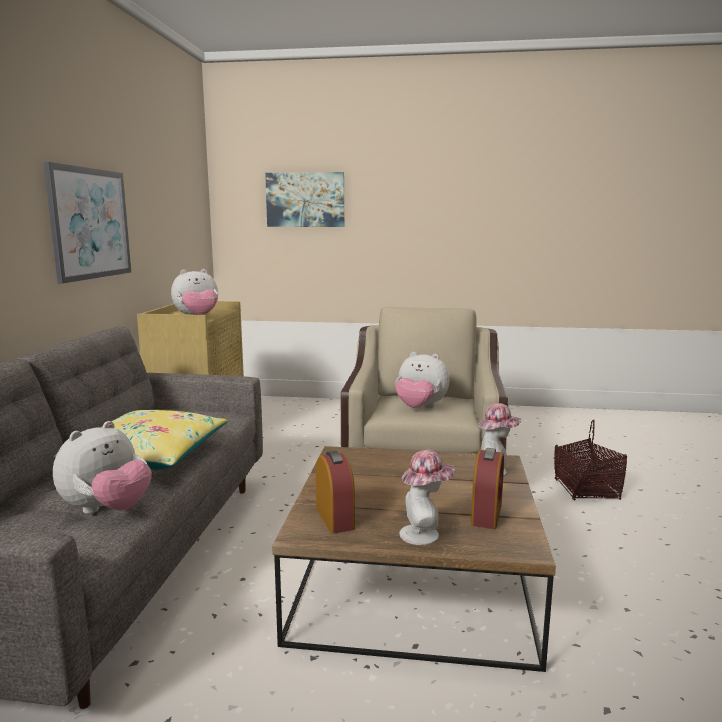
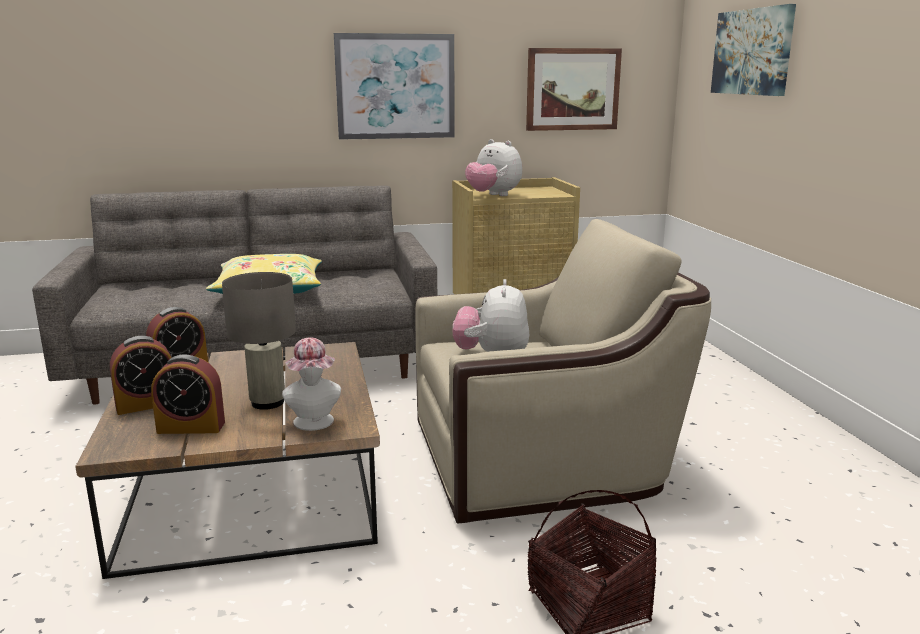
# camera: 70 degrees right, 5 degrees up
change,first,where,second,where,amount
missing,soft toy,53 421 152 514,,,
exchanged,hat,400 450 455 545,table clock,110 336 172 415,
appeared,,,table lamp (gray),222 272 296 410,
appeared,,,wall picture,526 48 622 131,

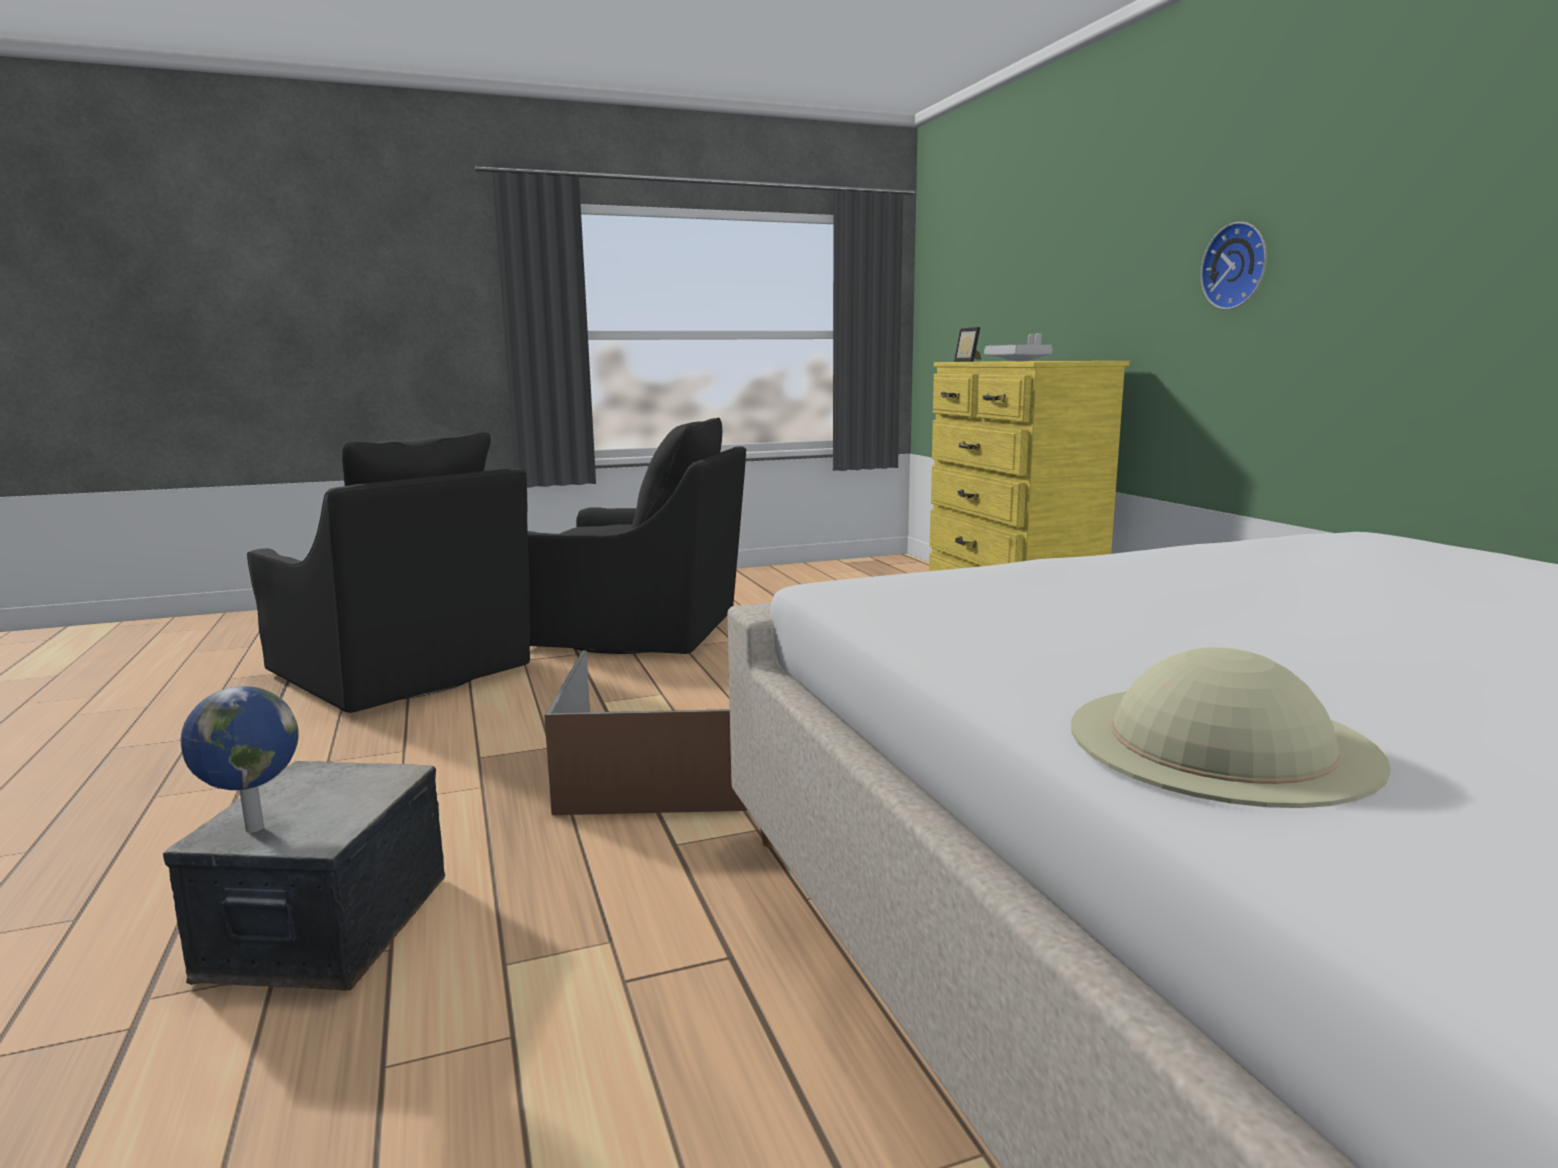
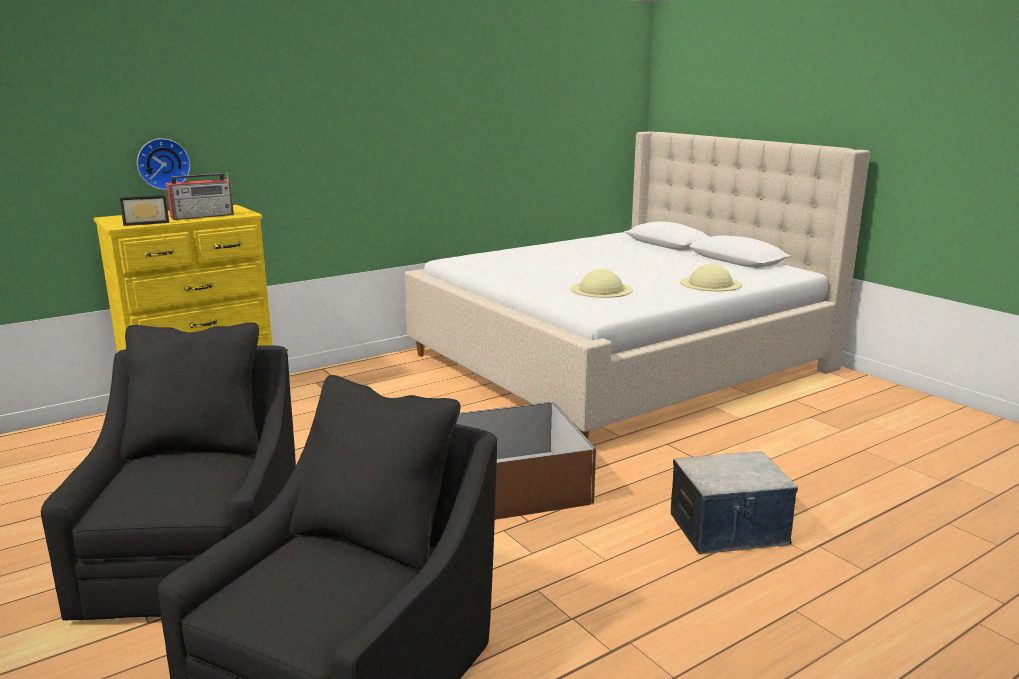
# camera: 105 degrees left, 5 degrees up
change,first,where,second,where,amount
missing,desk globe,181 686 299 833,,,
exchanged,serving tray (gray),984 333 1053 361,radio receiver,166 172 234 220,
relocated,hanging clock,1200 222 1267 310,,137 138 191 190,
appeared,,,hat (sand-coloured),570 269 633 298,

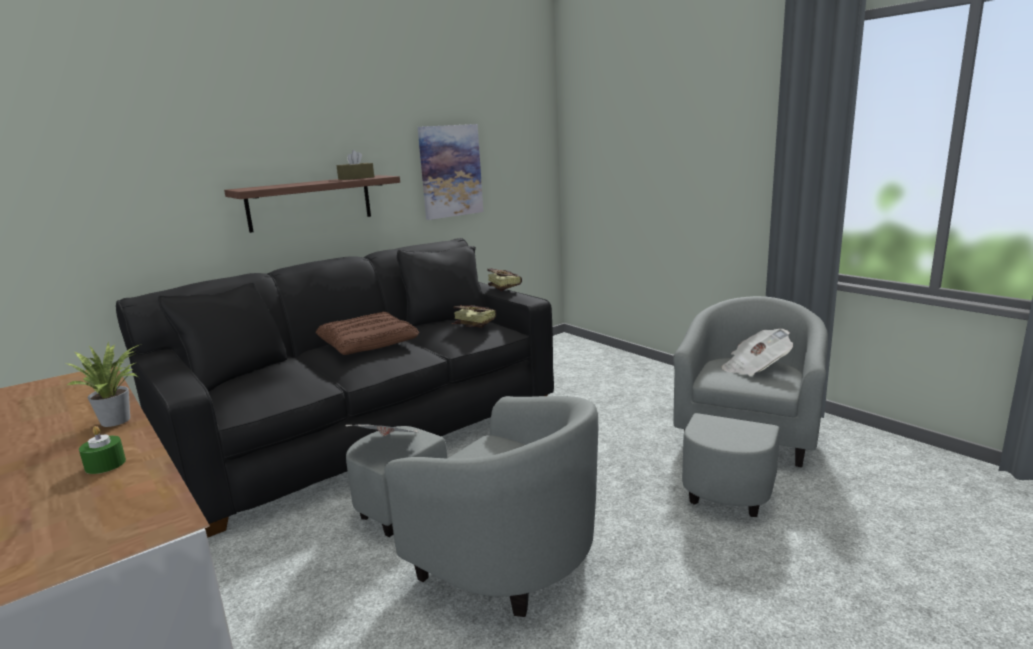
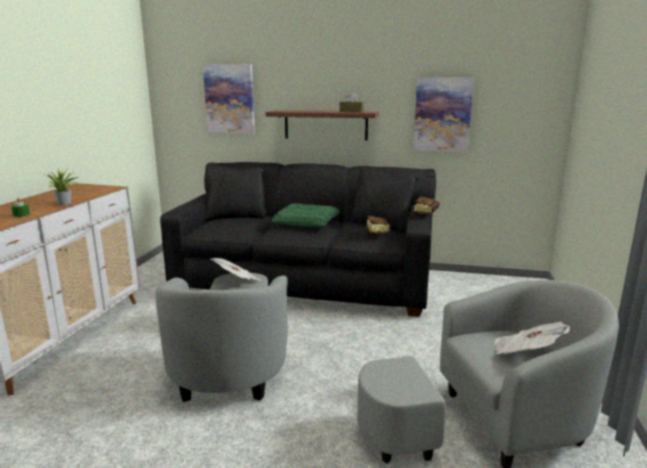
# camera: 50 degrees right, 0 degrees up
change,first,where,second,where,amount
colour,throw pillow (brown-coloured),316 312 419 355,throw pillow (green),272 203 340 228,
appeared,,,wall picture,203 64 255 134,

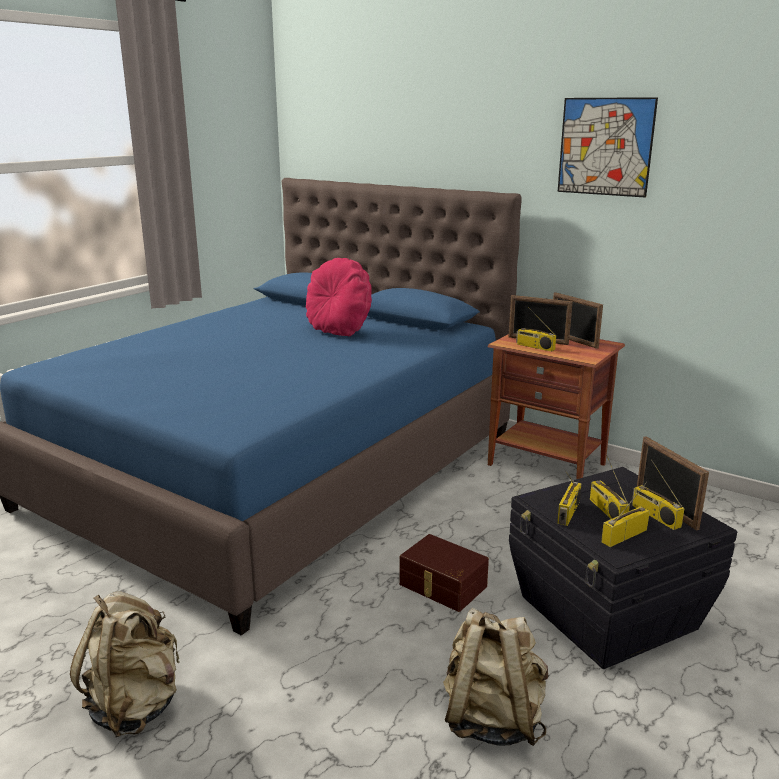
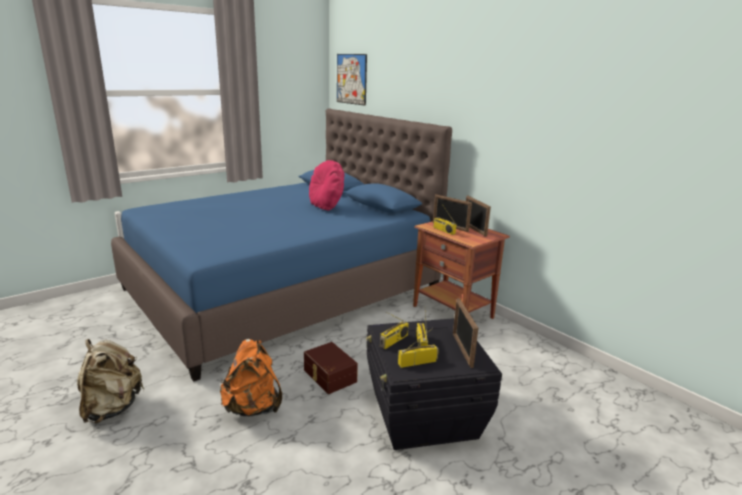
# camera: 15 degrees right, 0 degrees up
change,first,where,second,where,amount
missing,knapsack (sand-coloured),443 608 549 746,,,
relocated,wall picture,558 97 658 198,,337 54 367 106,
missing,radio receiver,632 460 685 530,,,
appeared,,,knapsack (orange),220 339 282 416,

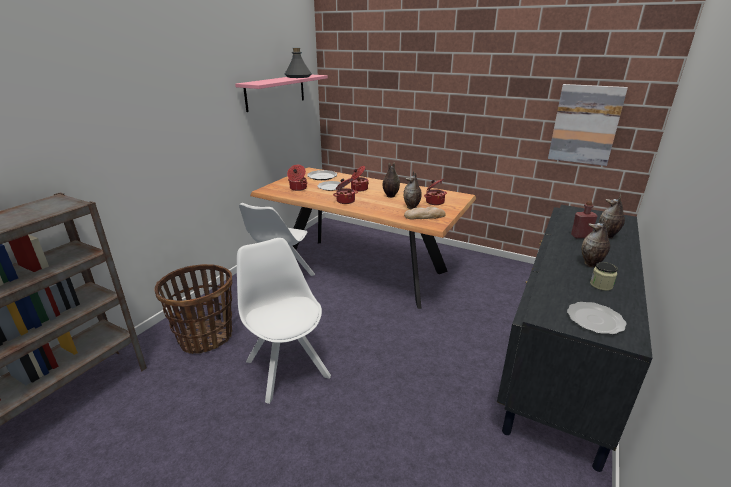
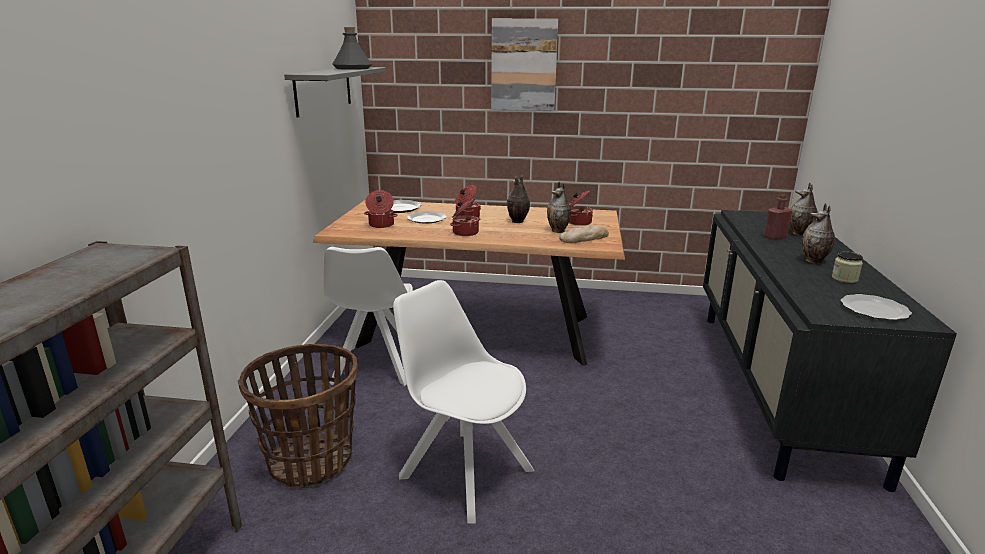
# camera: 20 degrees left, 5 degrees down
change,first,where,second,where,amount
colour,shelf (pink-coloured),235 75 328 112,shelf (gray),284 67 386 118,
relocated,wall picture,548 84 628 166,,491 19 558 111,

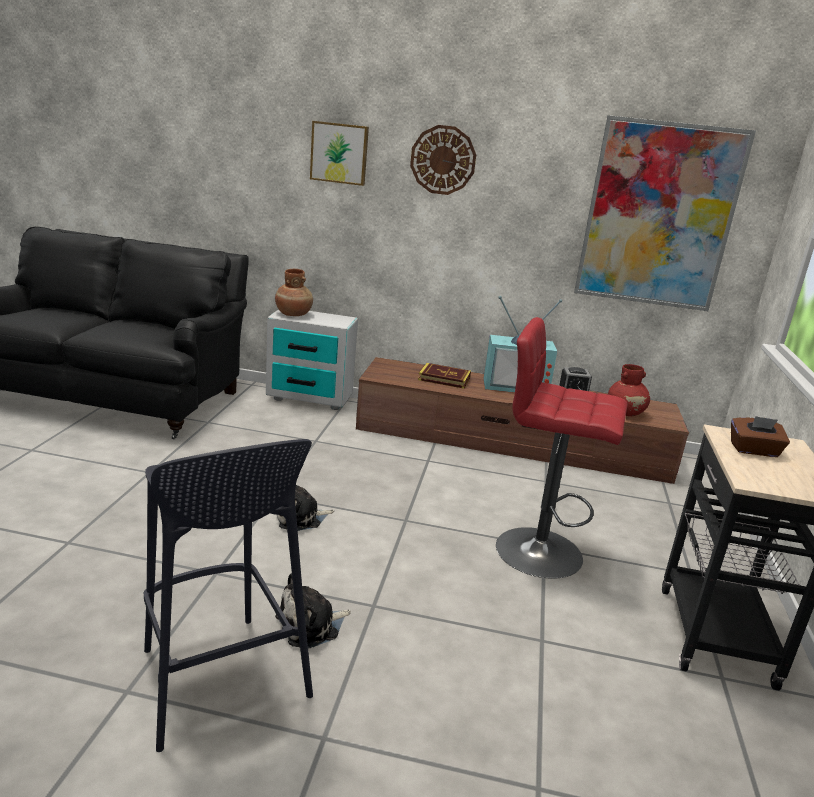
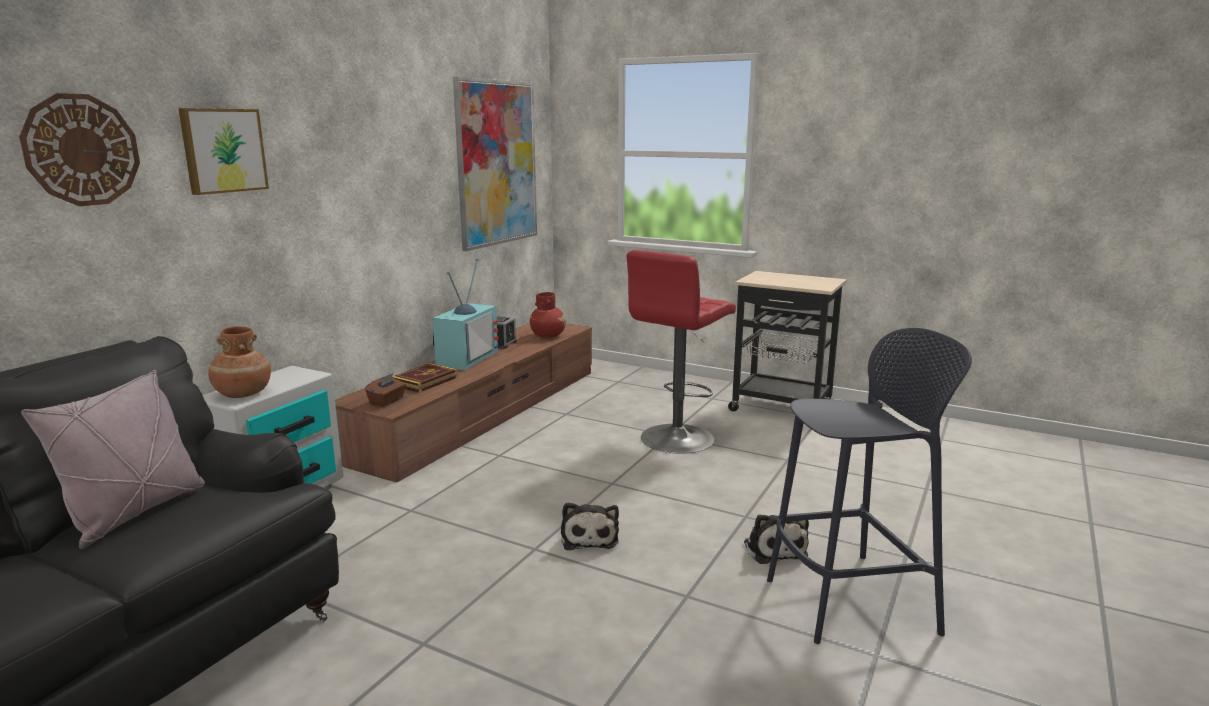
# camera: 70 degrees left, 5 degrees down
change,first,where,second,where,amount
relocated,hanging clock,410 125 476 195,,19 93 140 206,
relocated,tissue holder (brown-coloured),731 416 790 457,,365 373 406 406,
appeared,,,throw pillow (purplish),21 370 205 549,

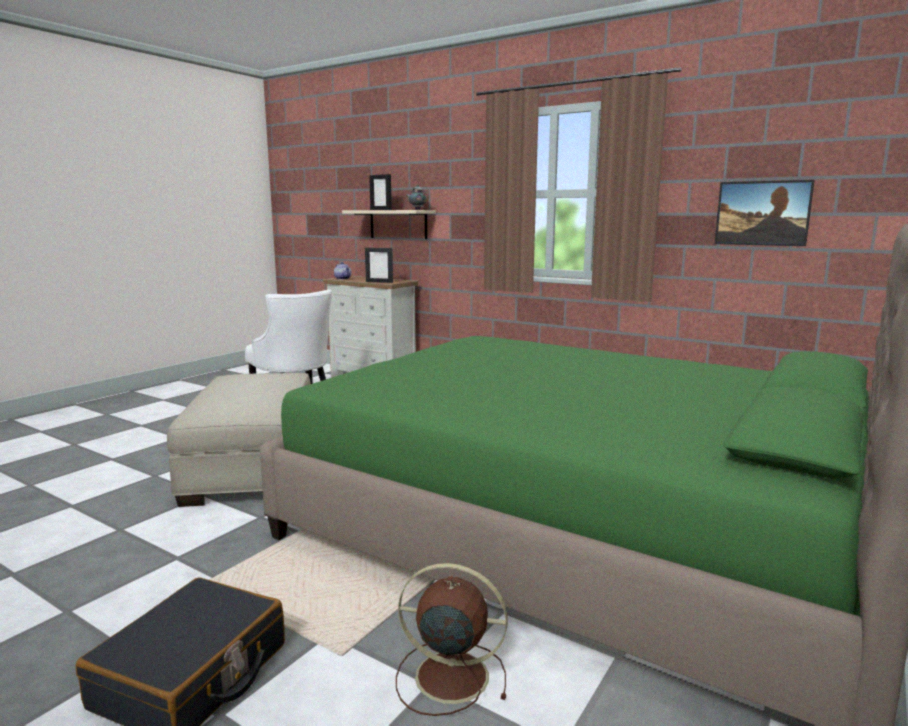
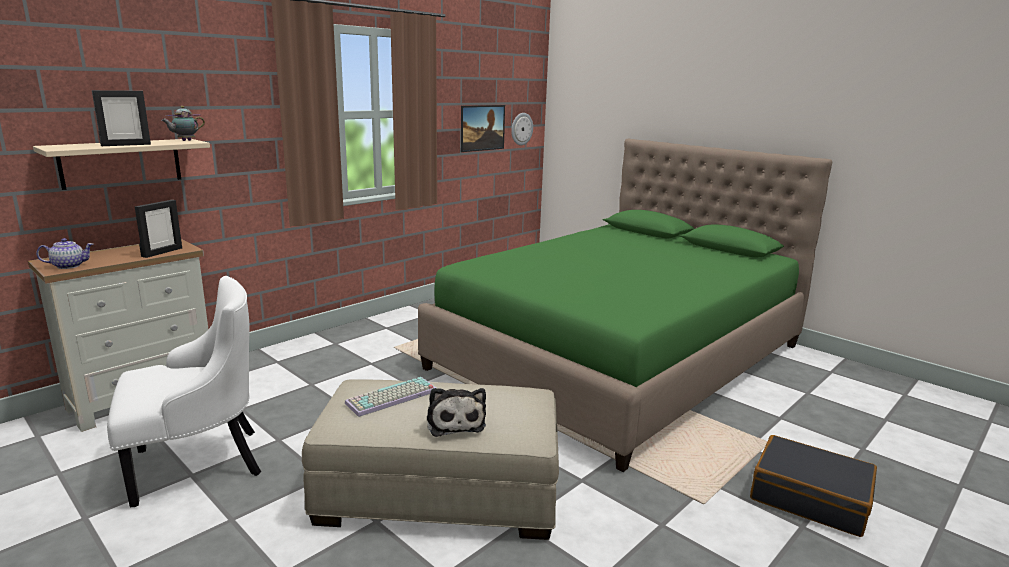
# camera: 80 degrees left, 5 degrees up
change,first,where,second,where,amount
missing,electric fan (brown-coloured),396 563 508 716,,,
appeared,,,computer keyboard,345 377 436 417,
appeared,,,soft toy,427 388 486 437,
appeared,,,hanging clock,511 113 533 145,

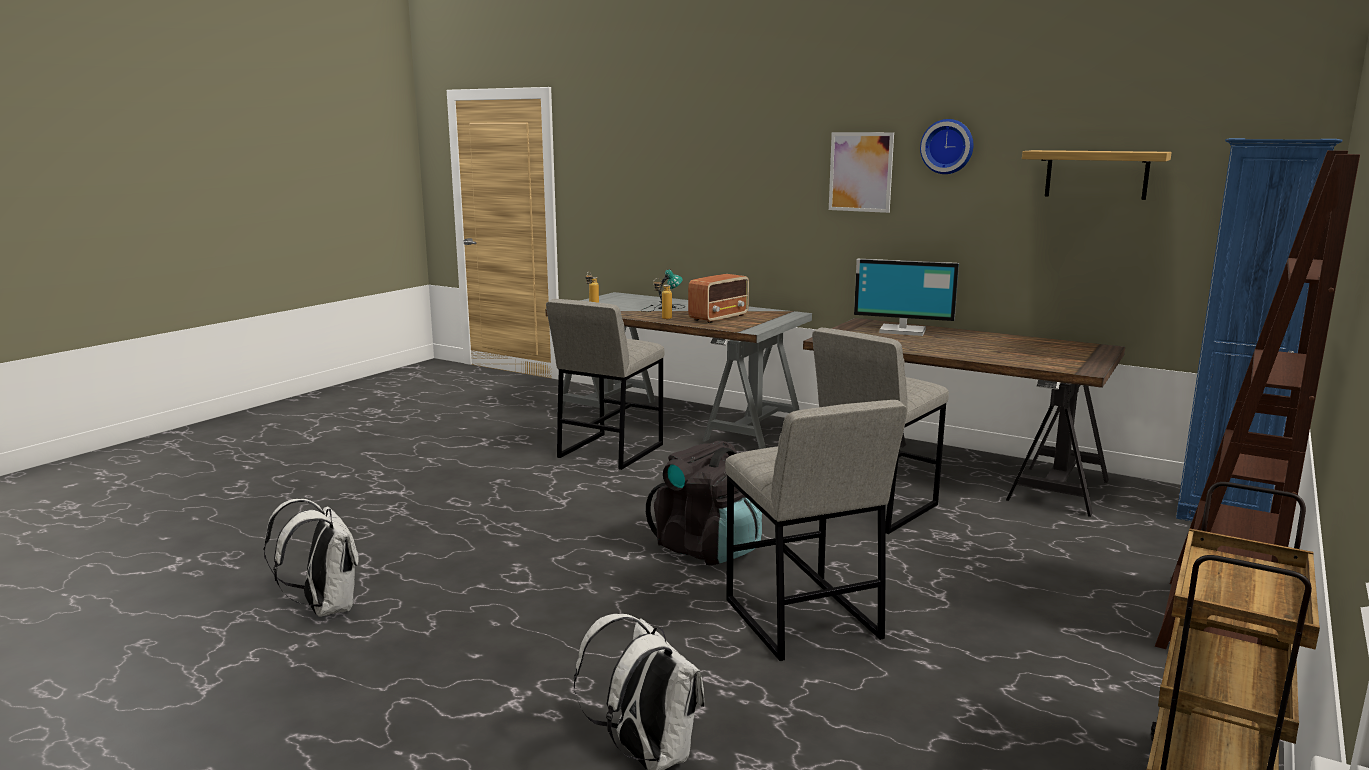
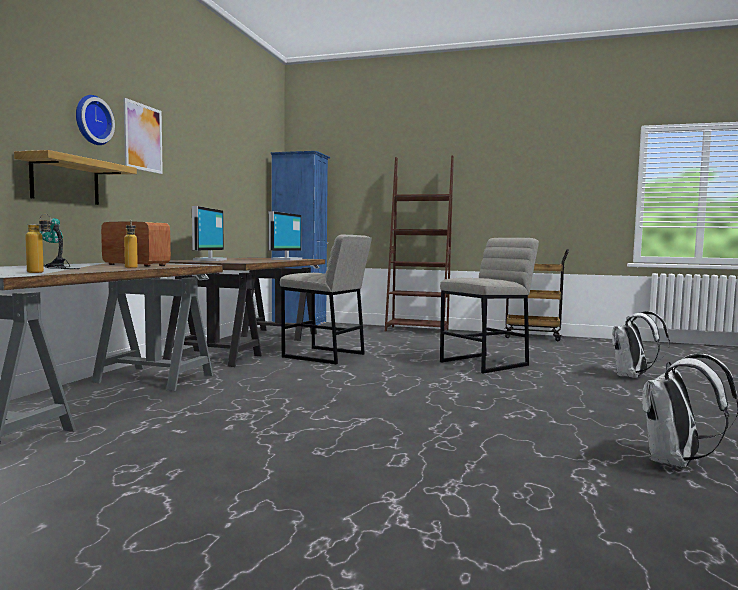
# camera: 105 degrees left, 10 degrees down
change,first,where,second,where,amount
missing,upright chair (gray),546 299 665 470,,,
missing,knapsack (black),646 441 762 566,,,
relocated,hanging clock,920 119 973 174,,76 95 115 145,
relocated,shelf,1022 150 1172 200,,14 150 137 205,
appeared,,,computer display,269 211 302 260,

